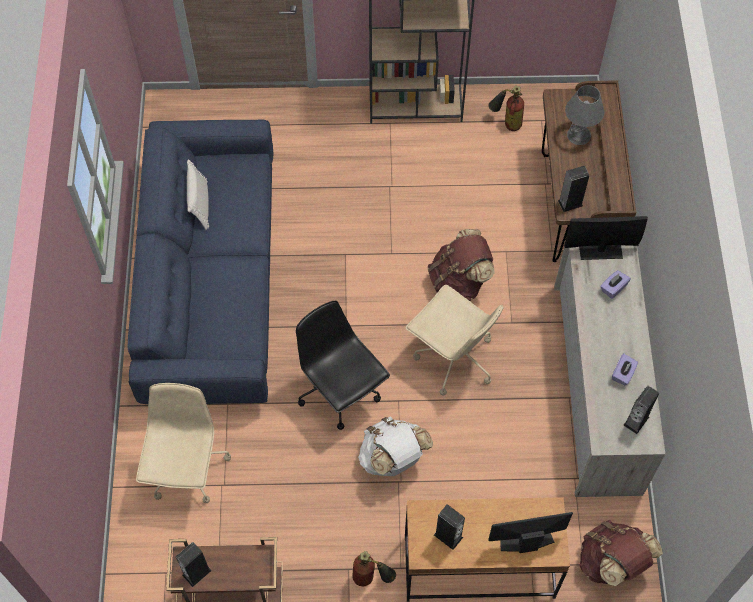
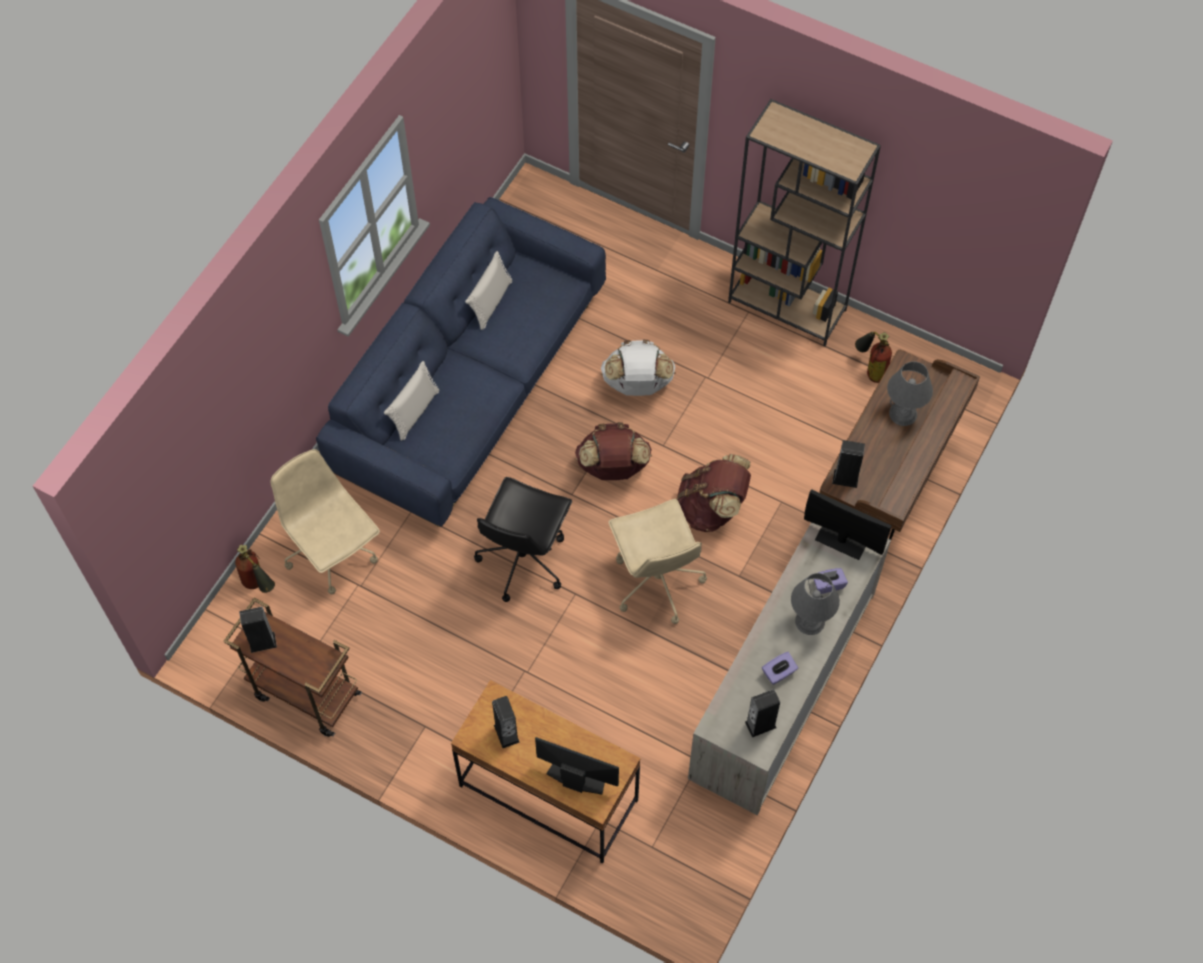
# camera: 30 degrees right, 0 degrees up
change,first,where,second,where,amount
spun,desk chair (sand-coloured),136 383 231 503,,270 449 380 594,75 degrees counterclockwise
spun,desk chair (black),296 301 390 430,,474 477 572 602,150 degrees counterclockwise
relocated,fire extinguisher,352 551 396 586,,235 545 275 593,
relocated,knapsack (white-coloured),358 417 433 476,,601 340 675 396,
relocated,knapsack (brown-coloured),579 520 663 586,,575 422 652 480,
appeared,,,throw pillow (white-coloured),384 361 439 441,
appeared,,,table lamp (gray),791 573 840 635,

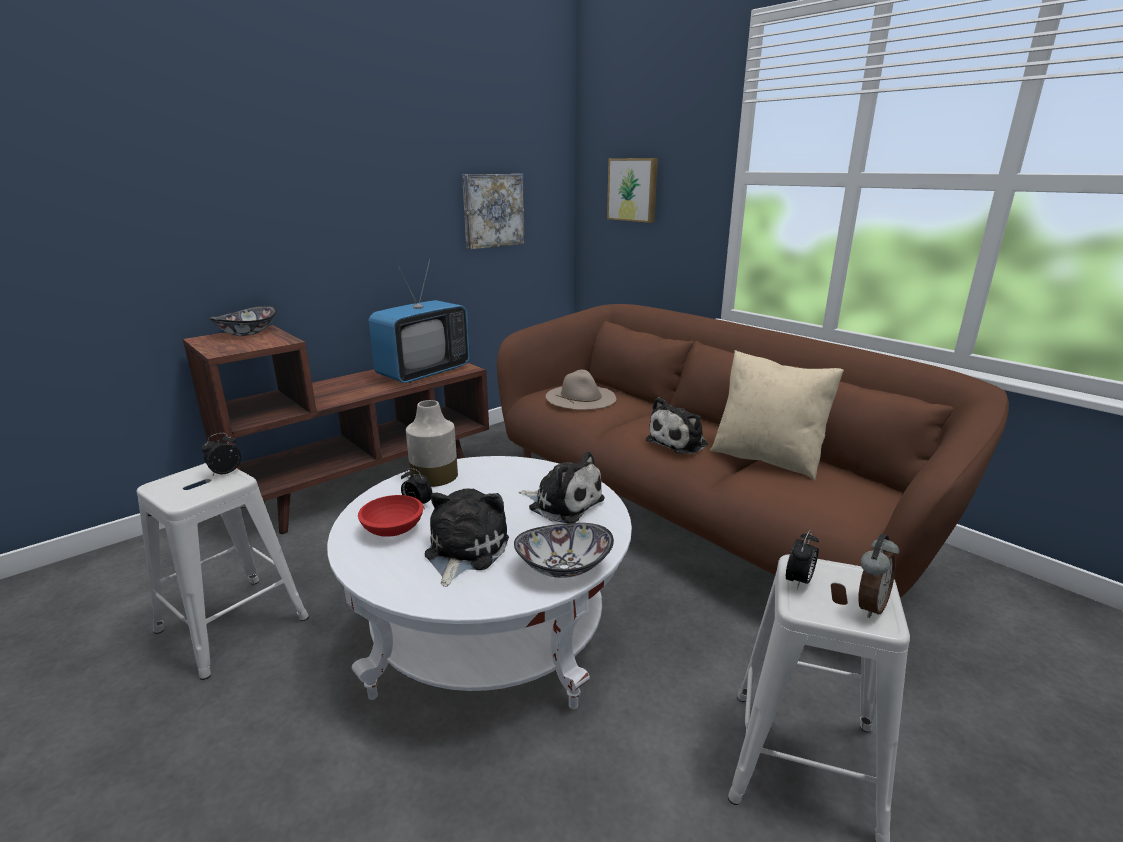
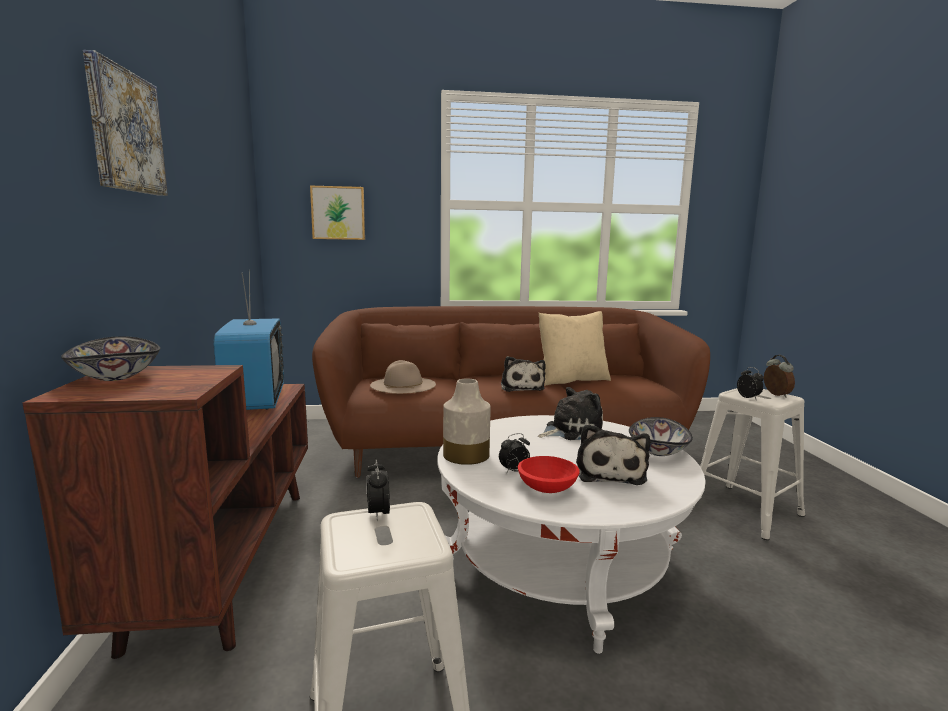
# camera: 55 degrees left, 10 degrees down
change,first,where,second,where,amount
spun,soft toy,425 489 509 587,,576 424 650 485,135 degrees counterclockwise
relocated,wall picture,462 174 525 249,,83 50 168 196,

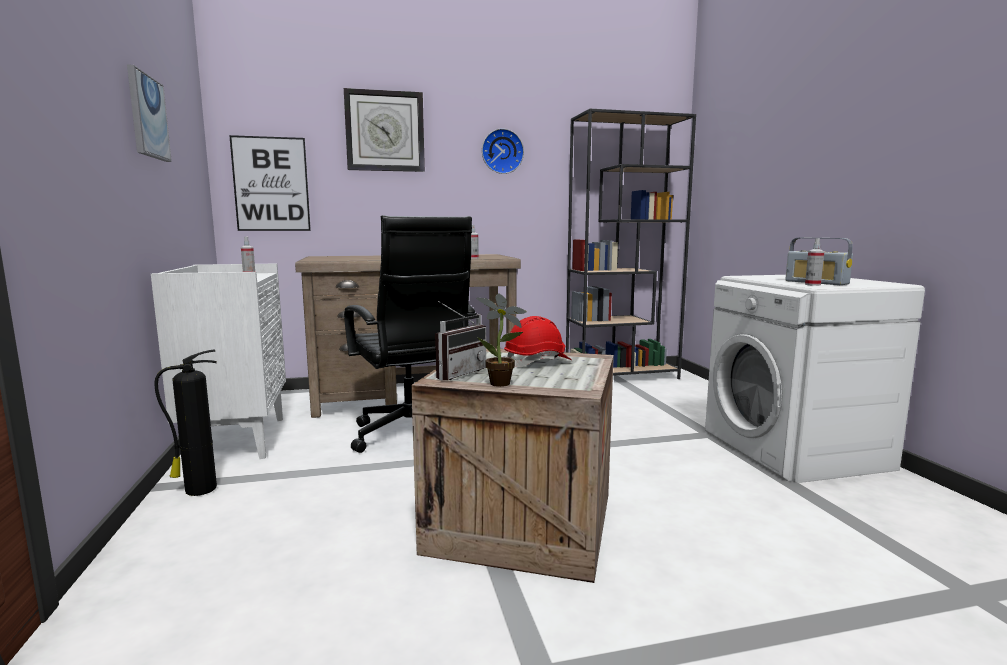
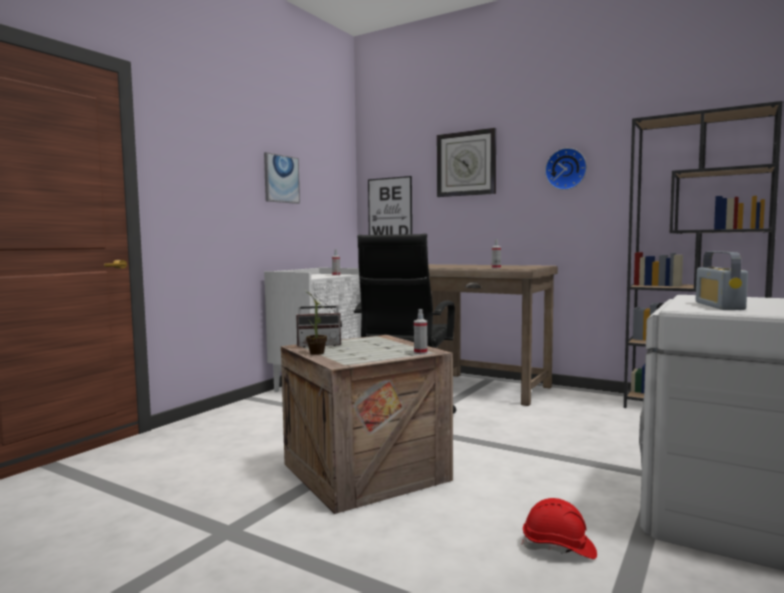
# camera: 45 degrees right, 5 degrees down
change,first,where,second,where,amount
missing,fire extinguisher,155 350 217 496,,,
relocated,hard hat (red),504 316 572 367,,521 498 597 559,
relocated,spray bottle,805 238 824 286,,414 309 427 354,

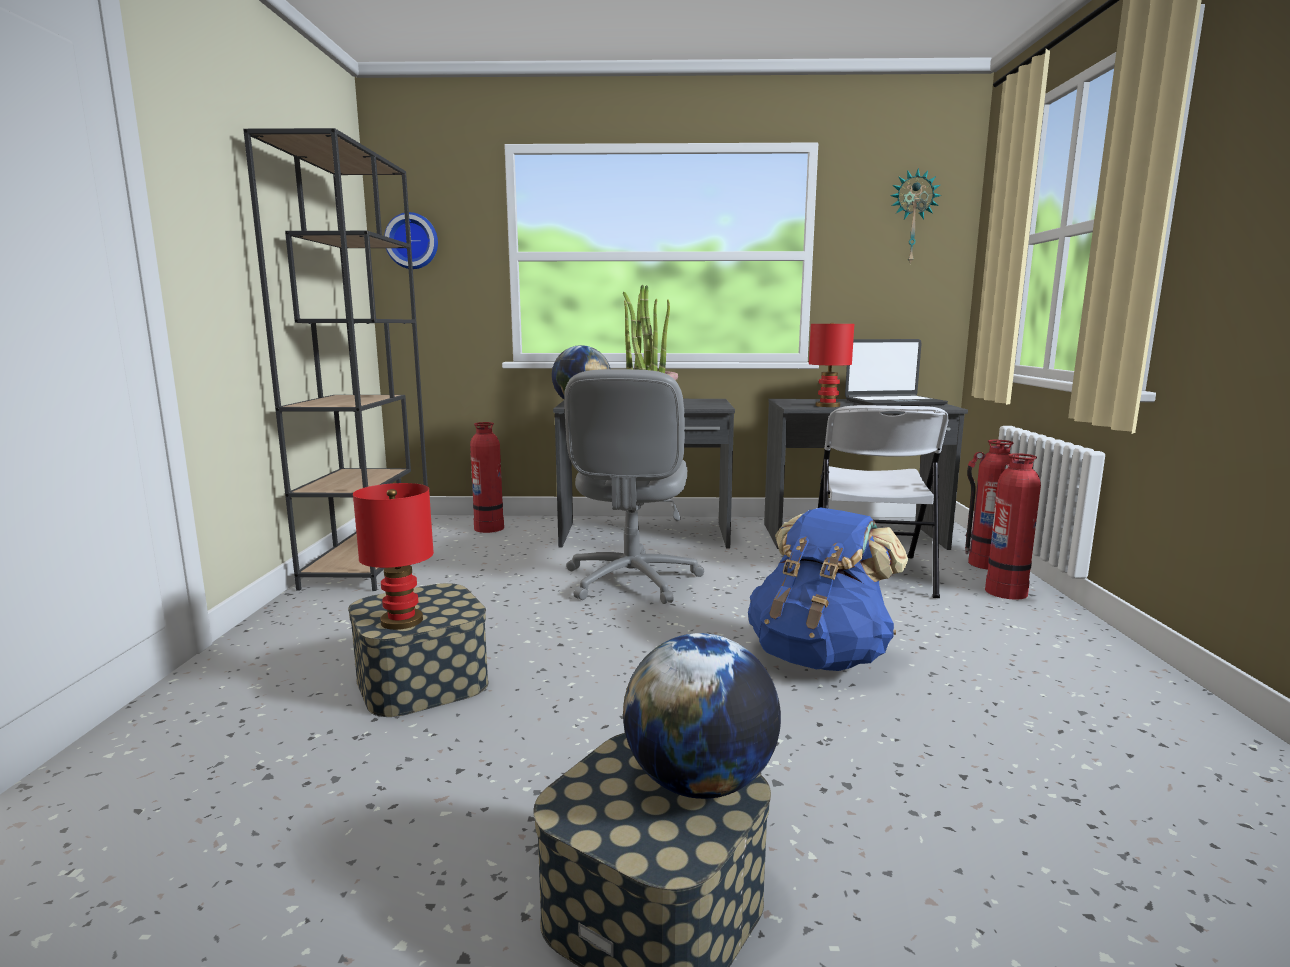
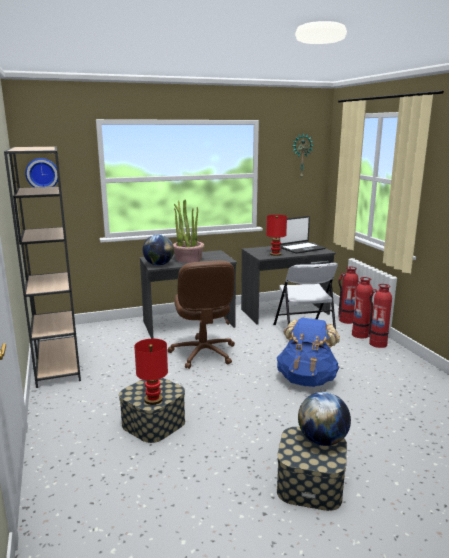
# camera: 20 degrees left, 5 degrees up
change,first,where,second,where,amount
relocated,fire extinguisher,470 422 504 533,,368 284 392 348,
colour,desk chair (gray),564 369 705 604,desk chair (brown-coloured),167 261 235 369,

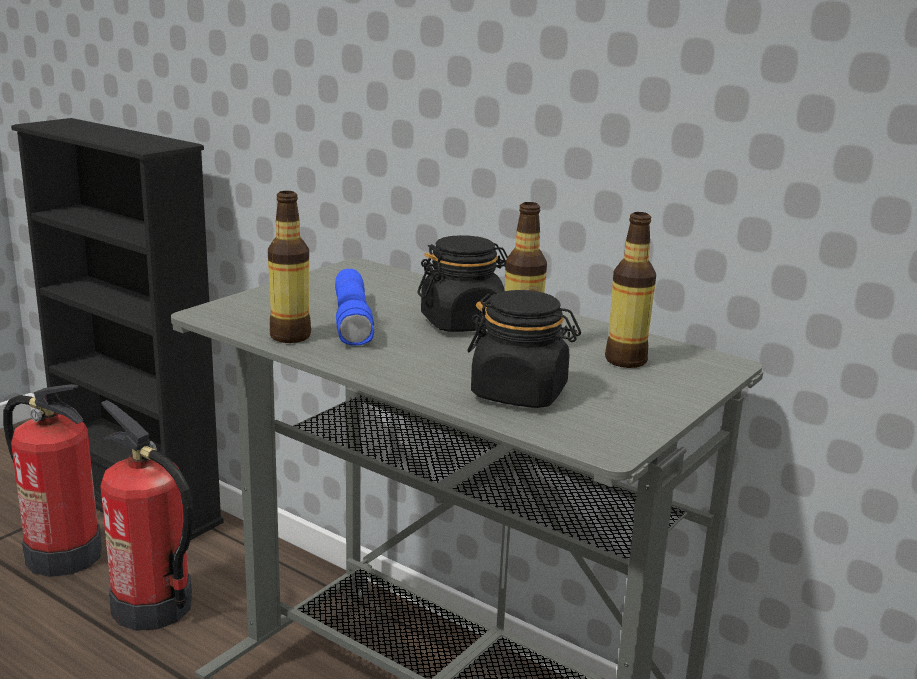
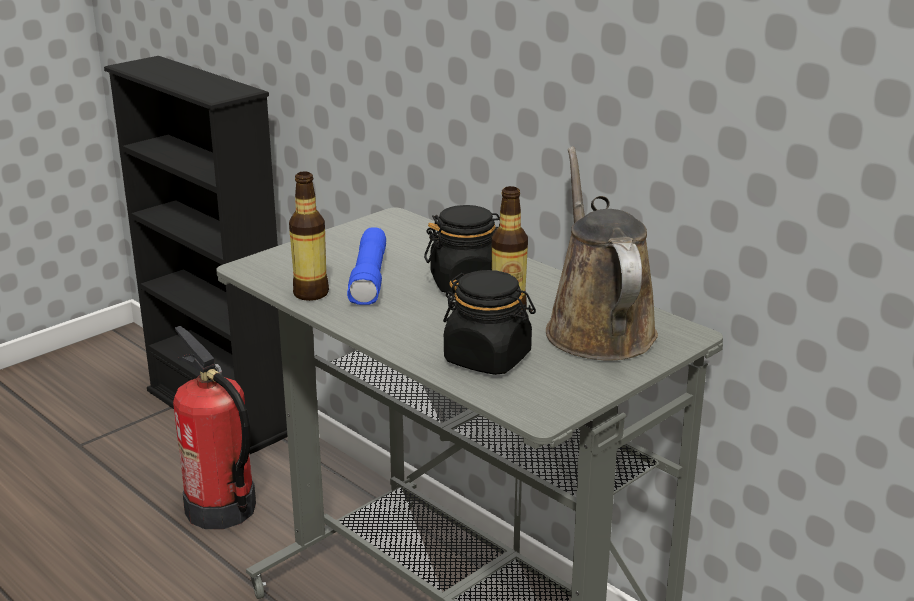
# camera: 10 degrees right, 5 degrees up
change,first,where,second,where,amount
missing,fire extinguisher,3 384 102 577,,,
exchanged,drink bottle,605 212 656 368,watering pot (brown-coloured),546 147 658 361,

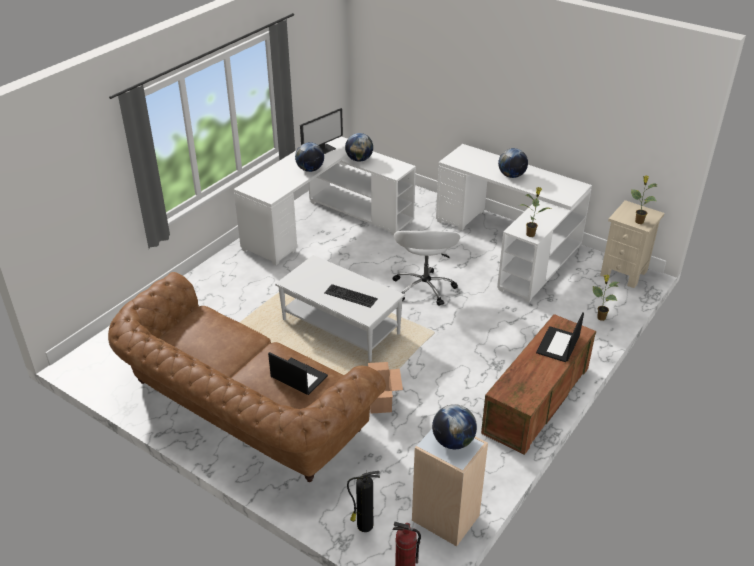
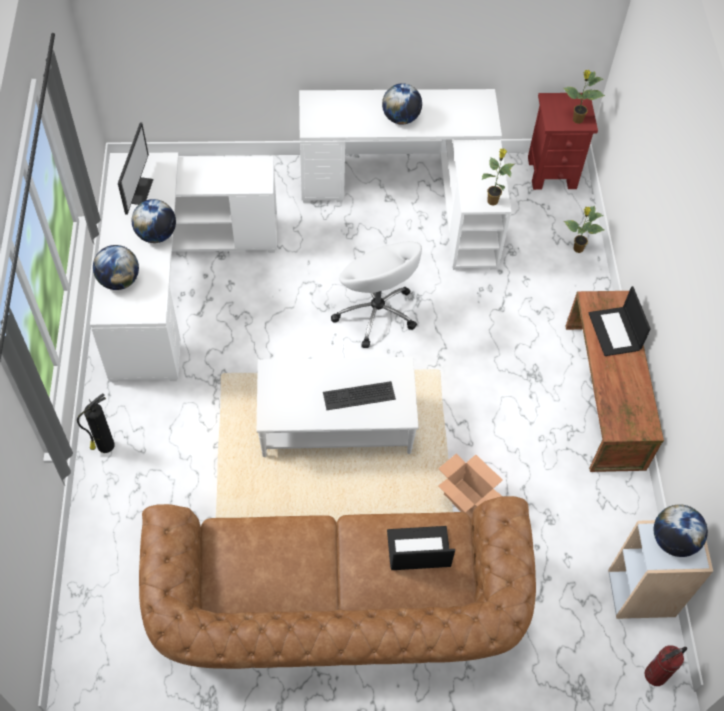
# camera: 40 degrees left, 20 degrees up
change,first,where,second,where,amount
relocated,desk globe,345 133 373 162,,93 245 139 290,
relocated,fire extinguisher,347 470 380 532,,77 394 115 453,
colour,night table (sand-coloured),600 200 665 288,night table (red),528 93 598 190,

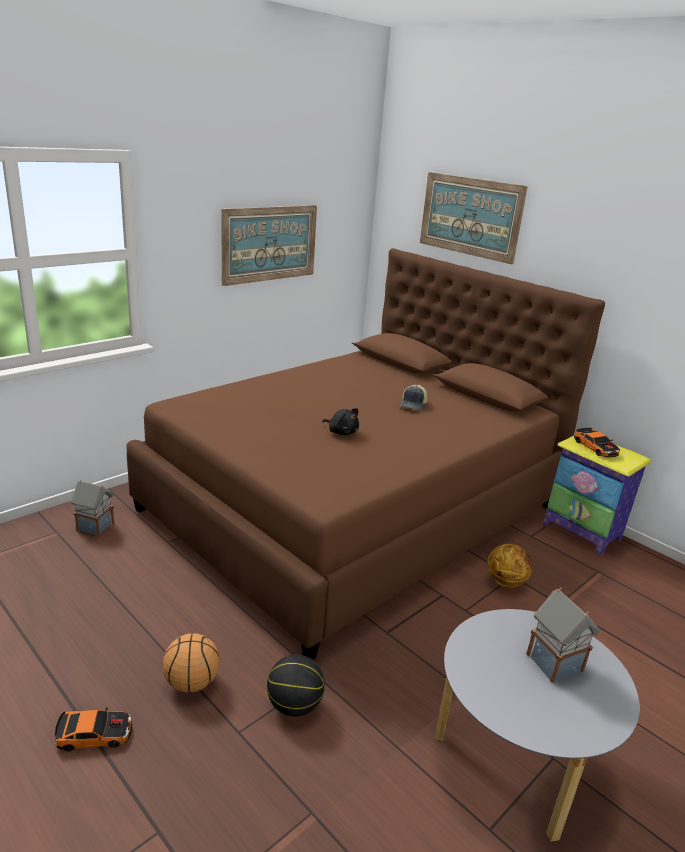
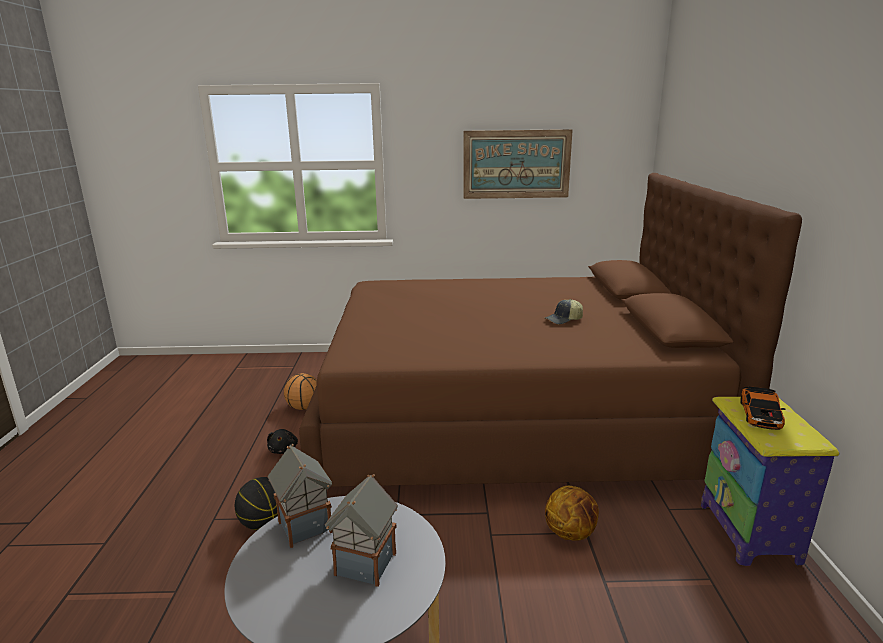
# camera: 45 degrees right, 5 degrees down
change,first,where,second,where,amount
missing,toy car,55 707 132 752,,,
relocated,model house,71 480 115 537,,268 444 333 548,
relocated,ball for basketball,163 633 220 693,,284 373 317 410,
relocated,soft toy (black),322 408 359 435,,267 429 298 454,
missing,wall picture,420 172 528 264,,,

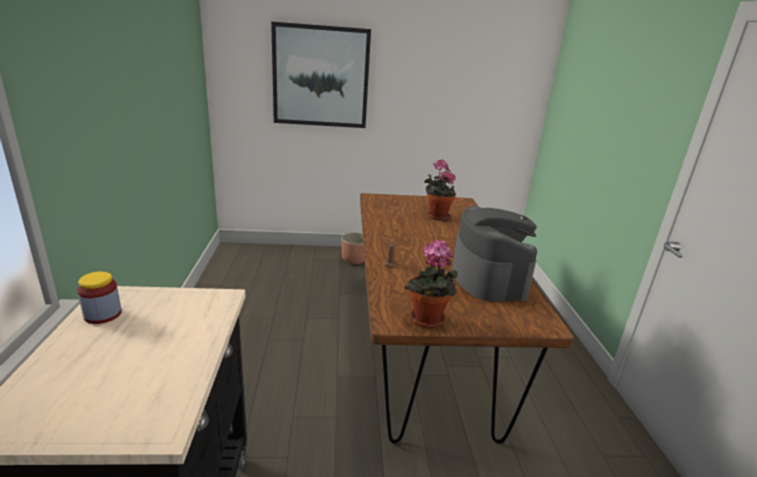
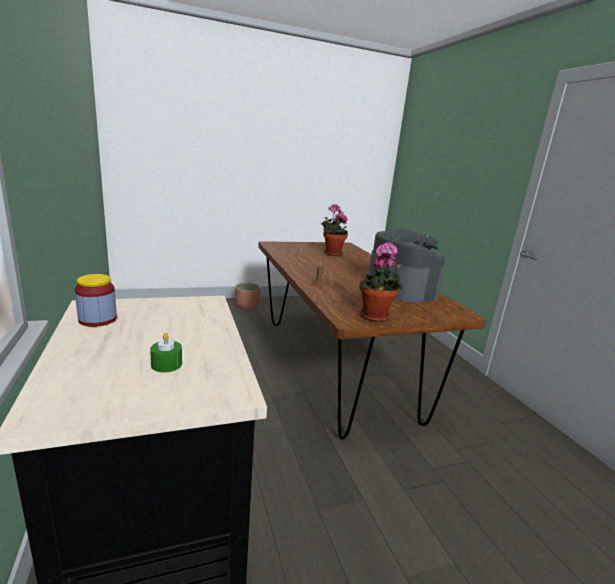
# camera: 15 degrees left, 5 degrees down
change,first,where,second,where,amount
missing,wall picture,271 22 371 128,,,
appeared,,,wax candle (green),150 333 182 372,

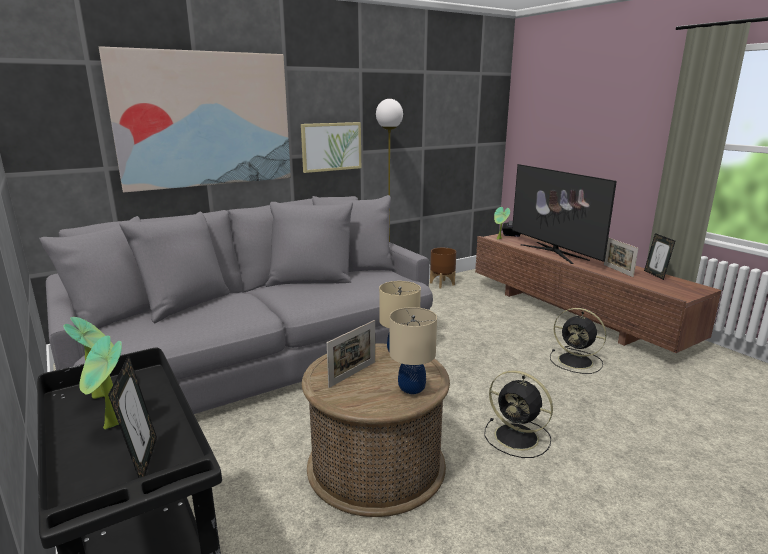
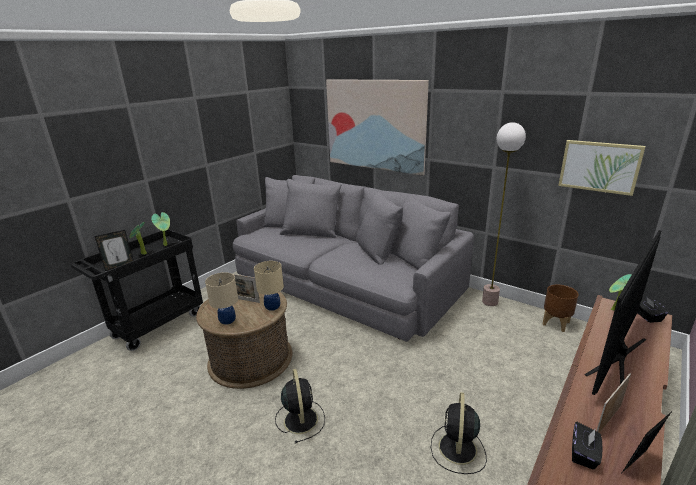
# camera: 70 degrees right, 5 degrees up
change,first,where,second,where,amount
relocated,wall picture,301 122 361 173,,558 140 646 196,
spun,electric fan (black),484 370 553 458,,275 369 325 444,150 degrees clockwise
appeared,,,tissue holder (black),572 422 602 469,

